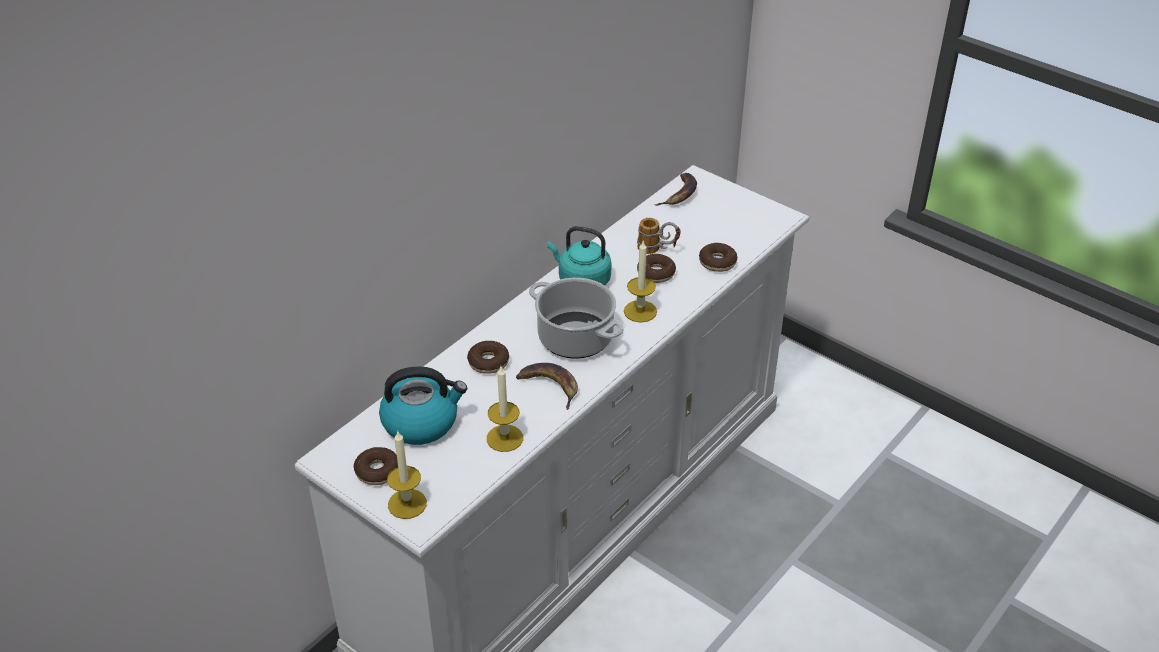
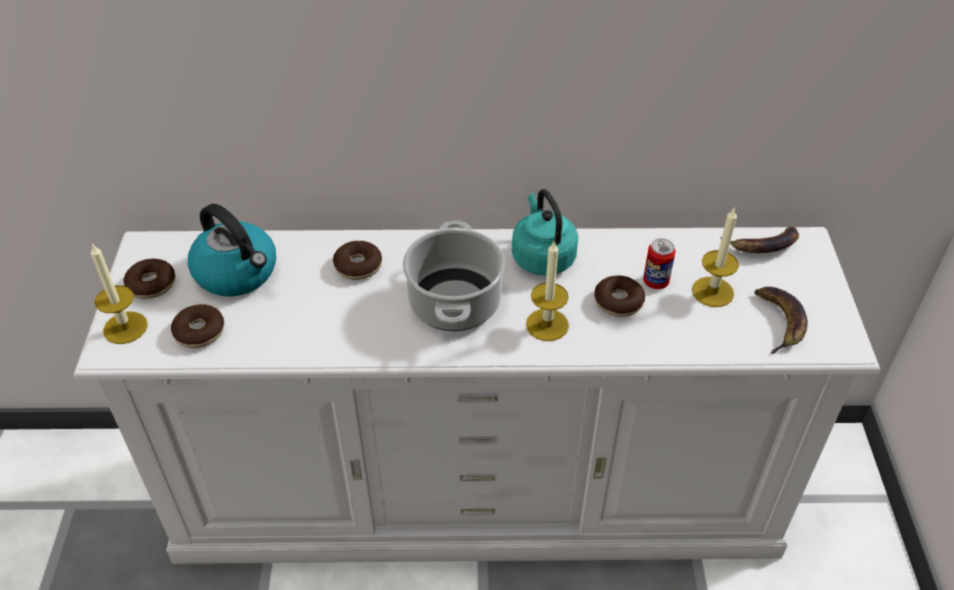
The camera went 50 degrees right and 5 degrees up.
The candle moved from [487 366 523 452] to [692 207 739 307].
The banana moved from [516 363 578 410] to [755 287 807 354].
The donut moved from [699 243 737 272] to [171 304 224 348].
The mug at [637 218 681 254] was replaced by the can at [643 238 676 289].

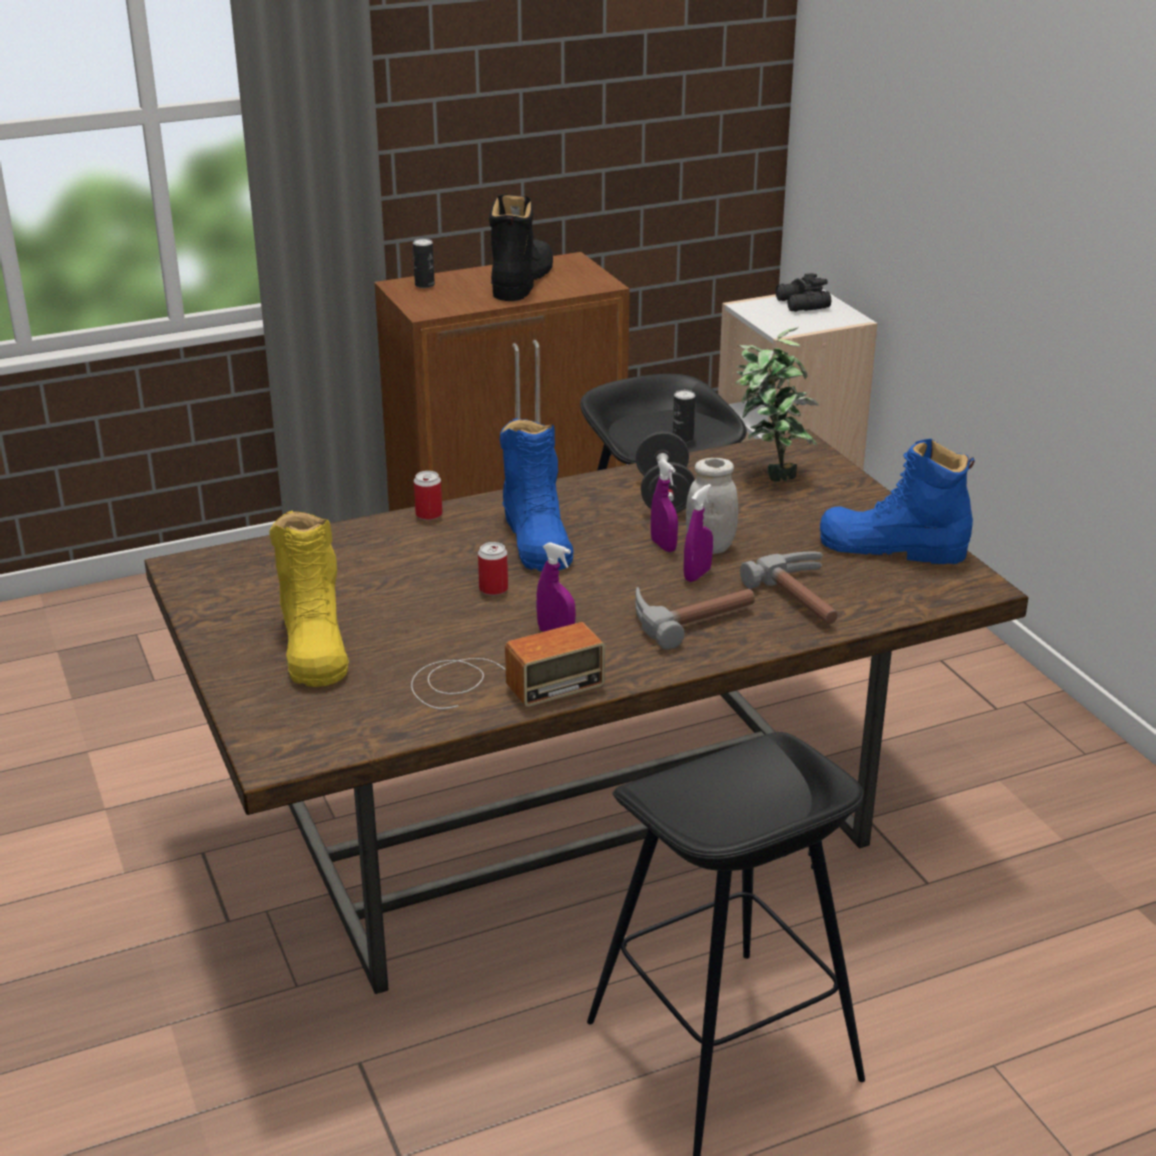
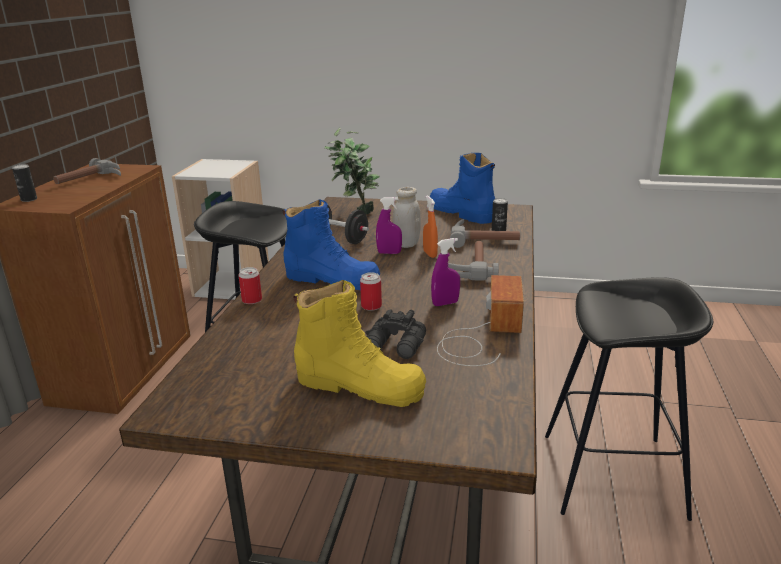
The camera went 55 degrees left and 5 degrees down.
The can moved from [673 390 696 442] to [492 198 508 231].
The black binoculars moved from [776 273 831 312] to [365 309 426 359].
The black boot at [489 194 553 301] was replaced by the hammer at [53 158 121 184].
The purple spray bottle at [684 484 713 582] became the orange spray bottle at [423 196 438 258].
The blue boot at [820 439 975 564] turned 90 degrees clockwise.

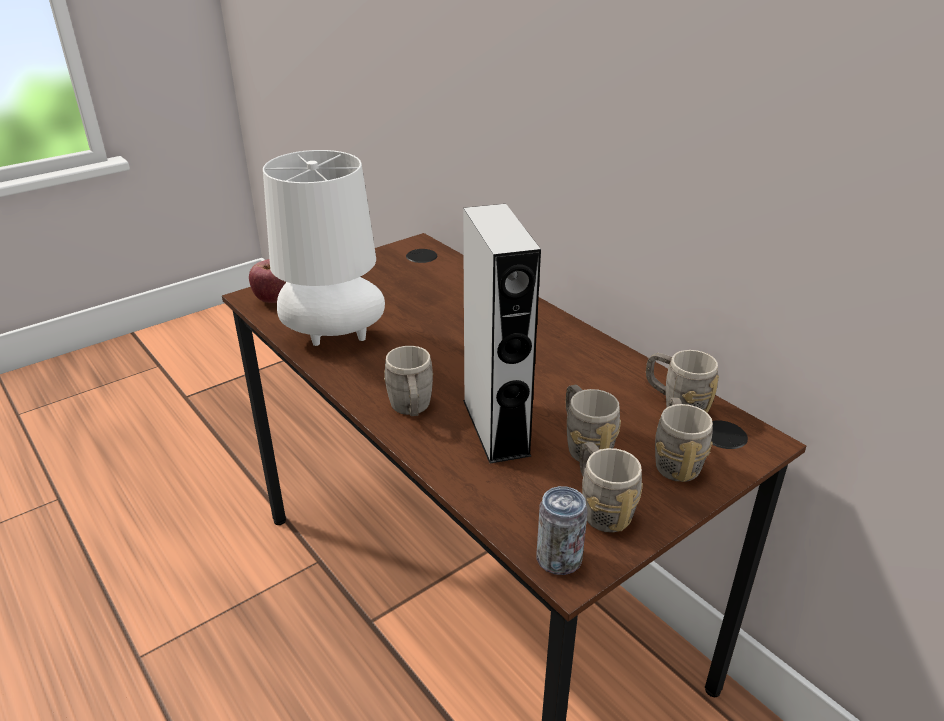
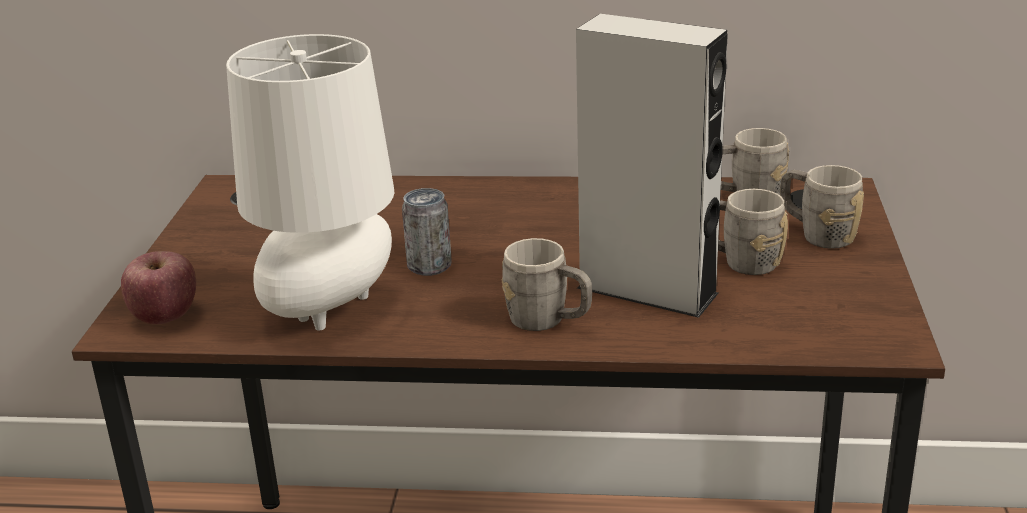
The camera went 45 degrees left and 5 degrees down.
The grey mug at [579 442 643 533] disappeared.
The can moved from [537 486 587 575] to [402 188 452 276].

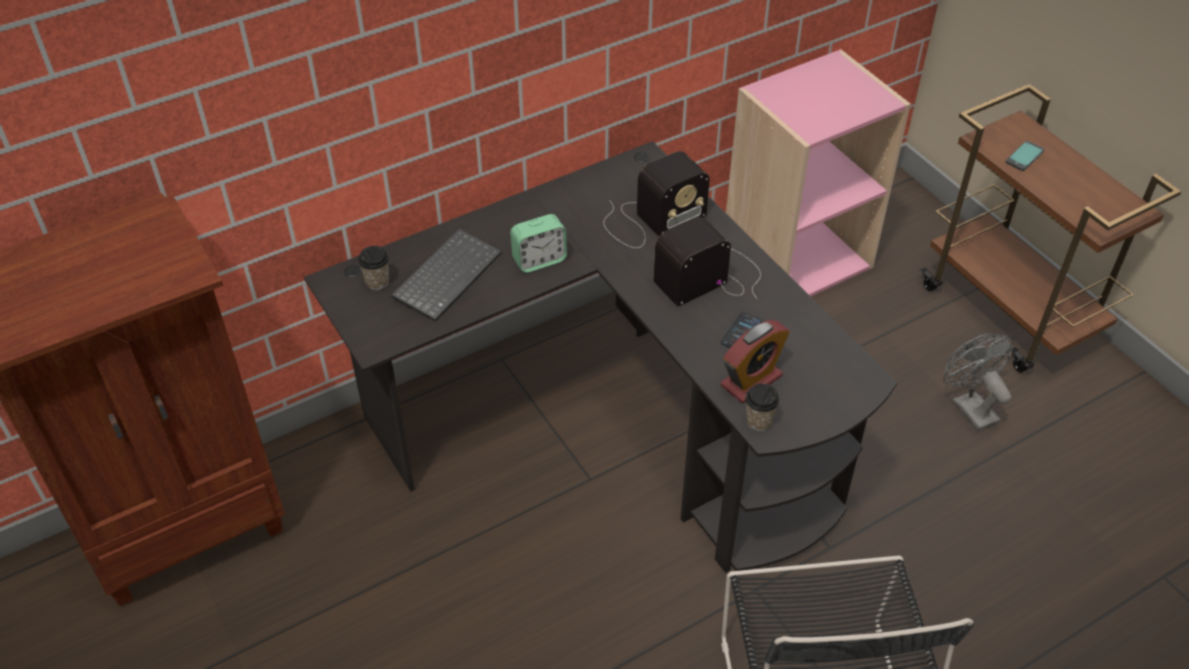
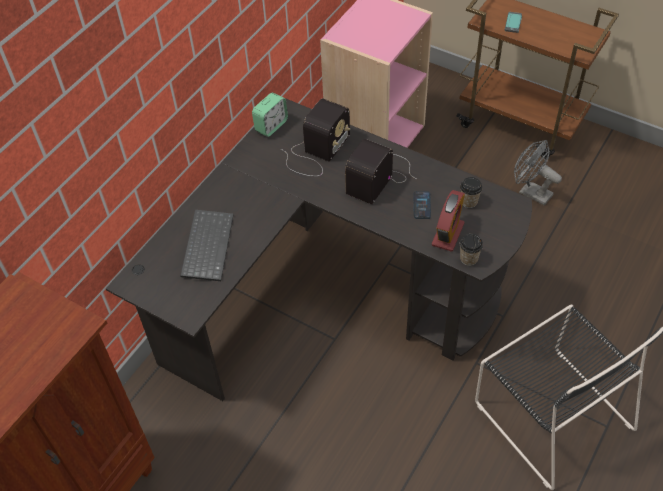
The camera went 25 degrees left and 5 degrees up.
The cup moved from [358 246 389 290] to [460 177 482 208].
The alarm clock moved from [510 214 567 273] to [252 93 288 137].

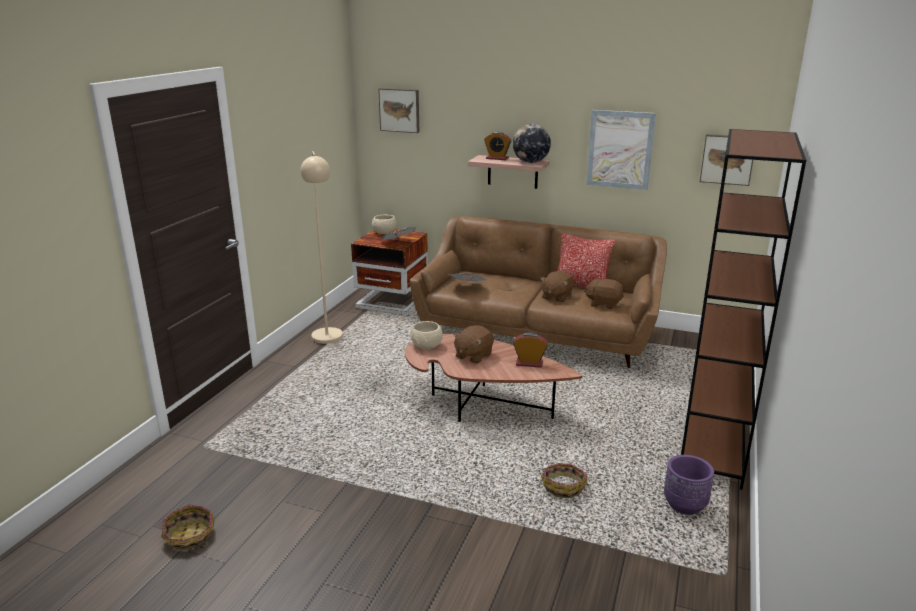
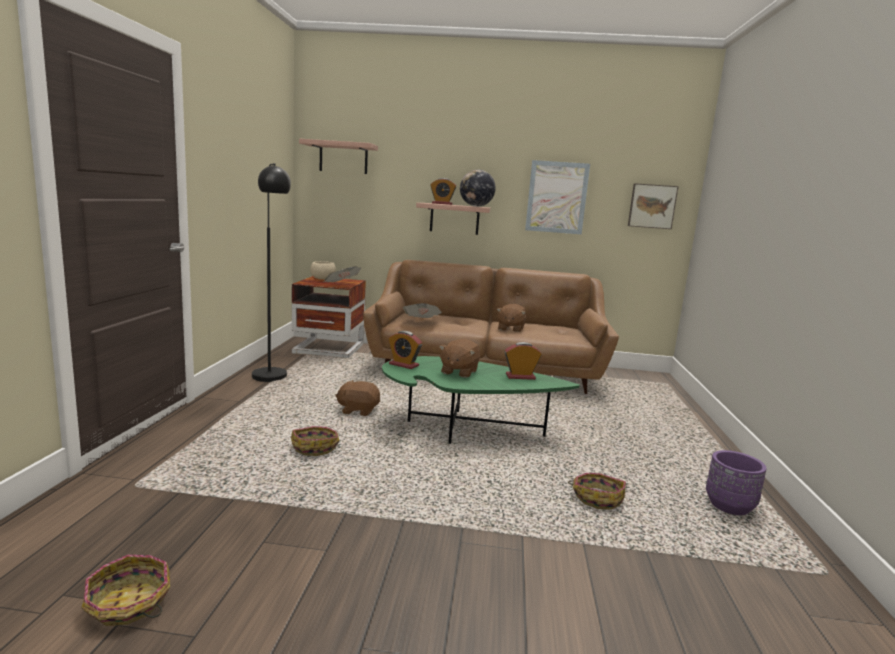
The camera went 15 degrees left and 10 degrees down.
The pillow at [558 233 616 288] disappeared.
The brown bookcase at [681 129 806 490] disappeared.
The basket at [291 426 339 456] appeared.
The brown plush toy moved from [584 277 624 309] to [335 380 380 416].
The picture at [378 88 419 133] was replaced by the shelf at [299 138 378 174].
The beige bowl at [410 321 443 349] was replaced by the alarm clock at [389 331 422 369].
The beige floor lamp at [301 151 343 344] became the black floor lamp at [252 163 291 382].
The brown coffee table at [405 334 583 422] became the green coffee table at [382 356 580 444].

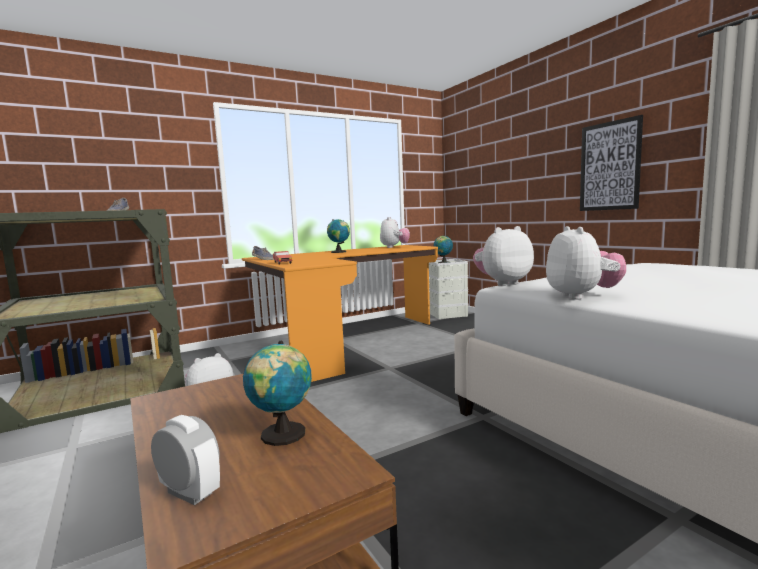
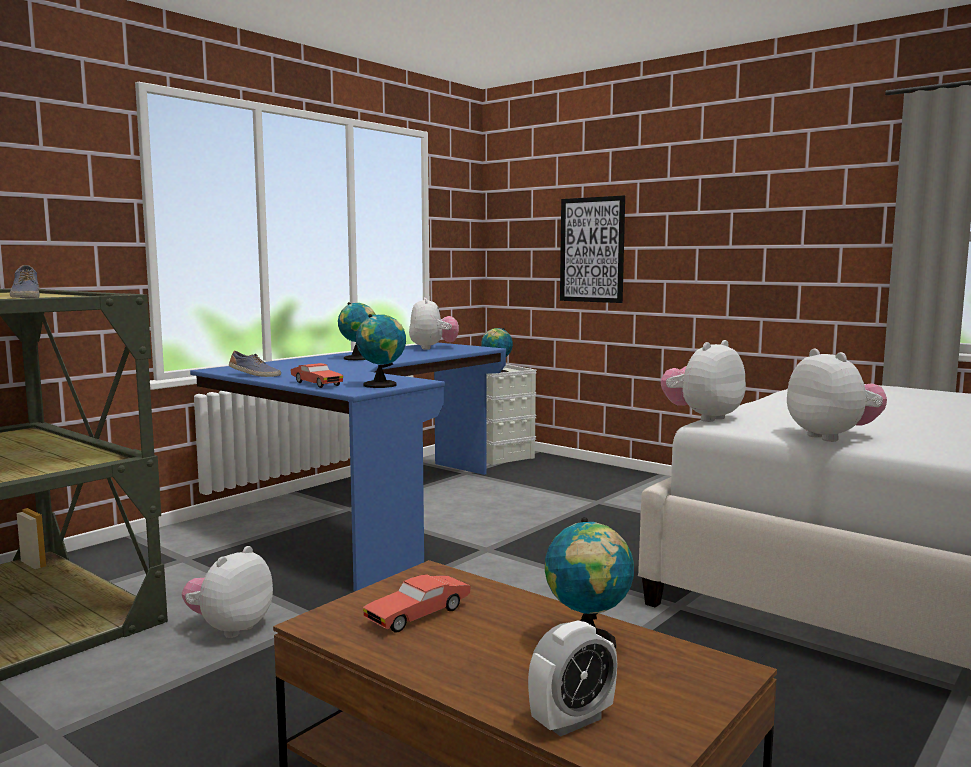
The camera went 20 degrees left and 0 degrees up.
The globe at [356 314 406 388] appeared.
The red toy car at [363 574 471 633] appeared.
The picture moved from [580 115 643 211] to [560 195 625 303].
The orange desk at [242 245 438 382] became the blue desk at [190 343 506 591].
The alarm clock at [151 415 220 505] turned 135 degrees clockwise.

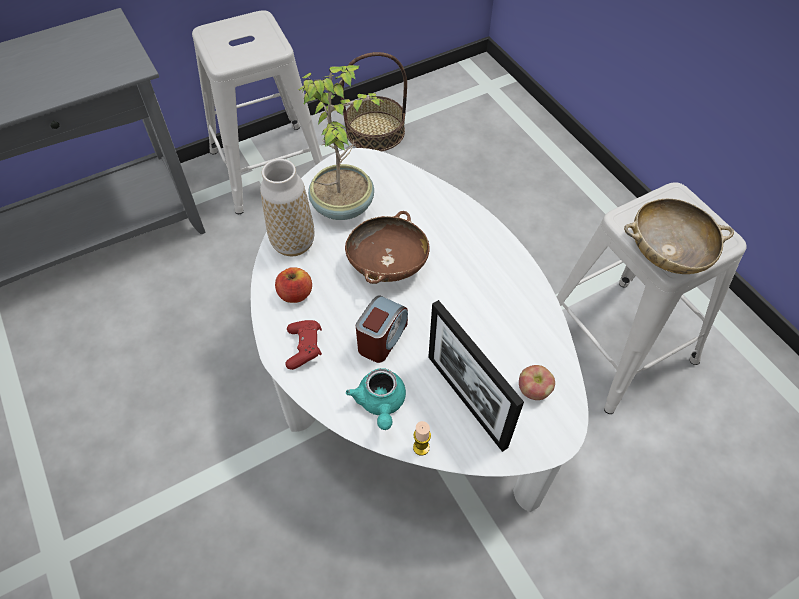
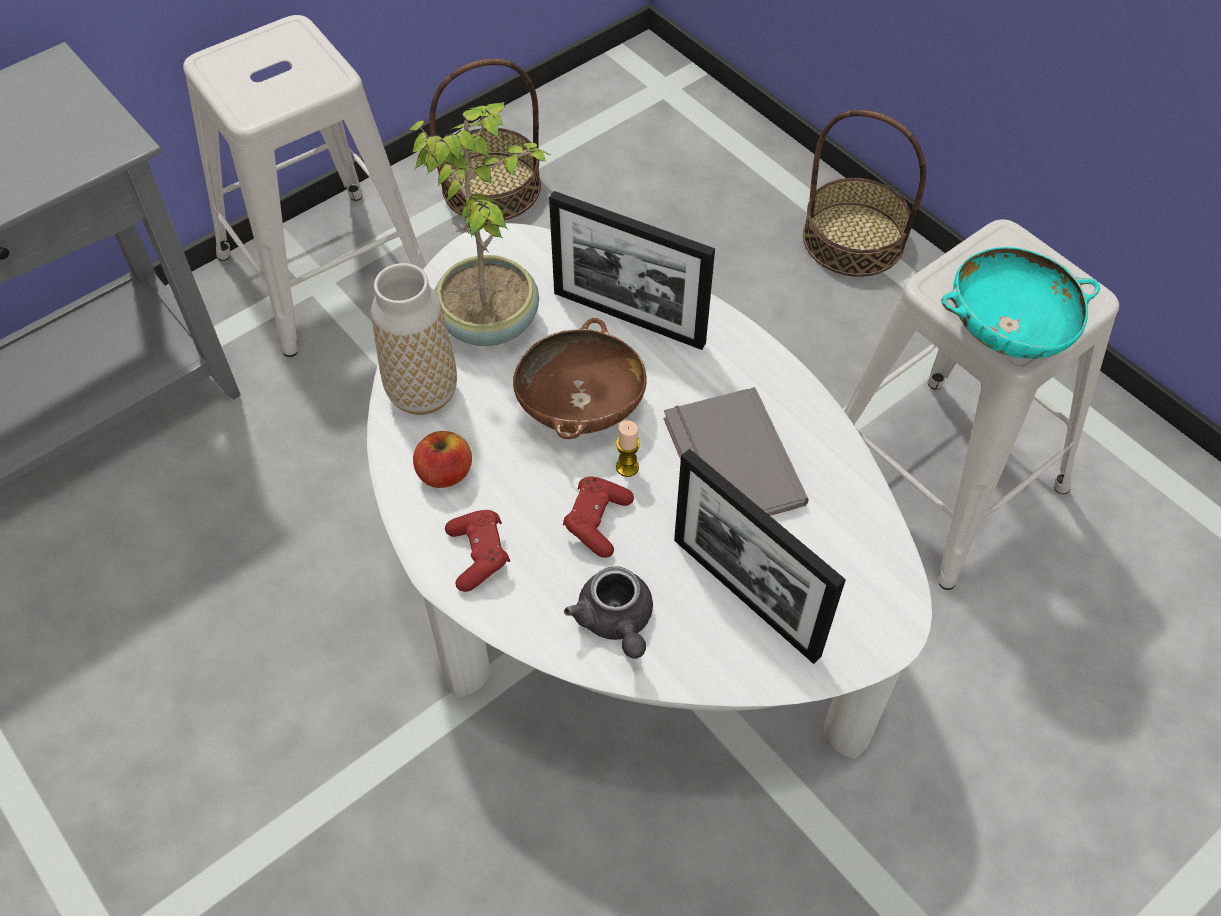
The camera went 10 degrees left and 0 degrees up.
The apple at [519 365 555 400] disappeared.
The picture frame at [549 191 715 350] appeared.
The grey book at [663 387 809 516] appeared.
The basket at [803 110 926 277] appeared.
The candle moved from [413 421 431 456] to [616 420 640 477].
The alarm clock at [356 296 408 363] was replaced by the red game controller at [563 476 634 558].
The turquoise teapot at [346 368 406 430] became the grey teapot at [564 566 653 659].
The beige bowl at [624 199 734 274] became the turquoise bowl at [941 247 1100 359].

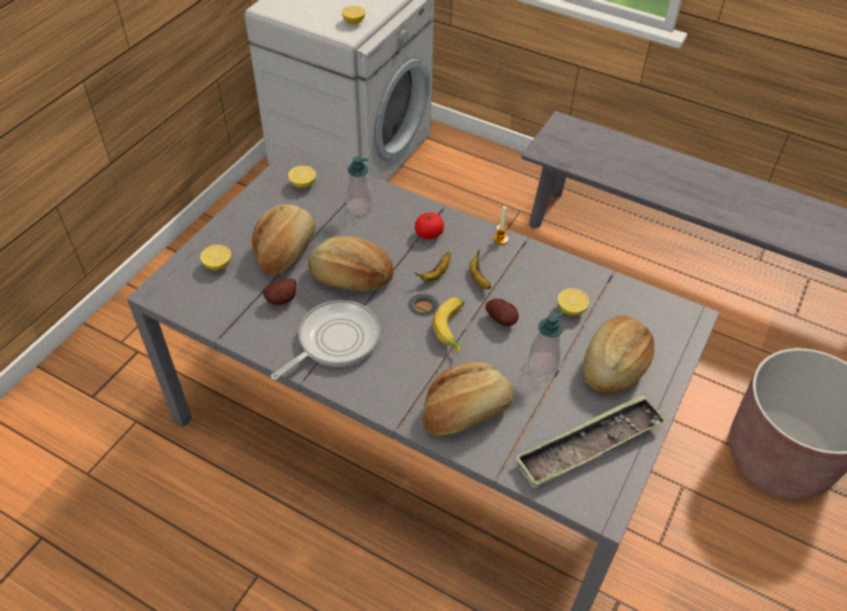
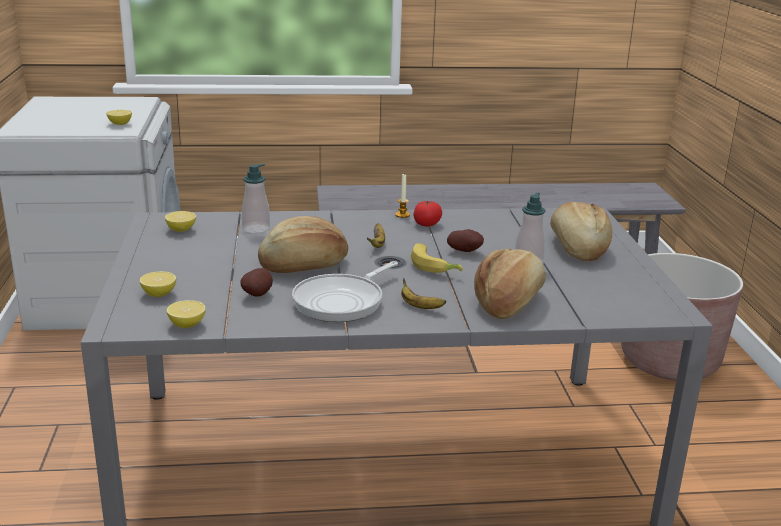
The camera went 35 degrees left and 25 degrees down.
The bread at [252 204 316 276] disappeared.
The tray at [515 394 667 486] disappeared.
The tomato moved from [415 212 444 239] to [414 201 442 226].
The banana moved from [469 250 491 289] to [401 278 446 309].
The lemon moved from [558 288 589 316] to [167 300 206 328].
The frying pan at [271 300 380 380] turned 150 degrees counterclockwise.

